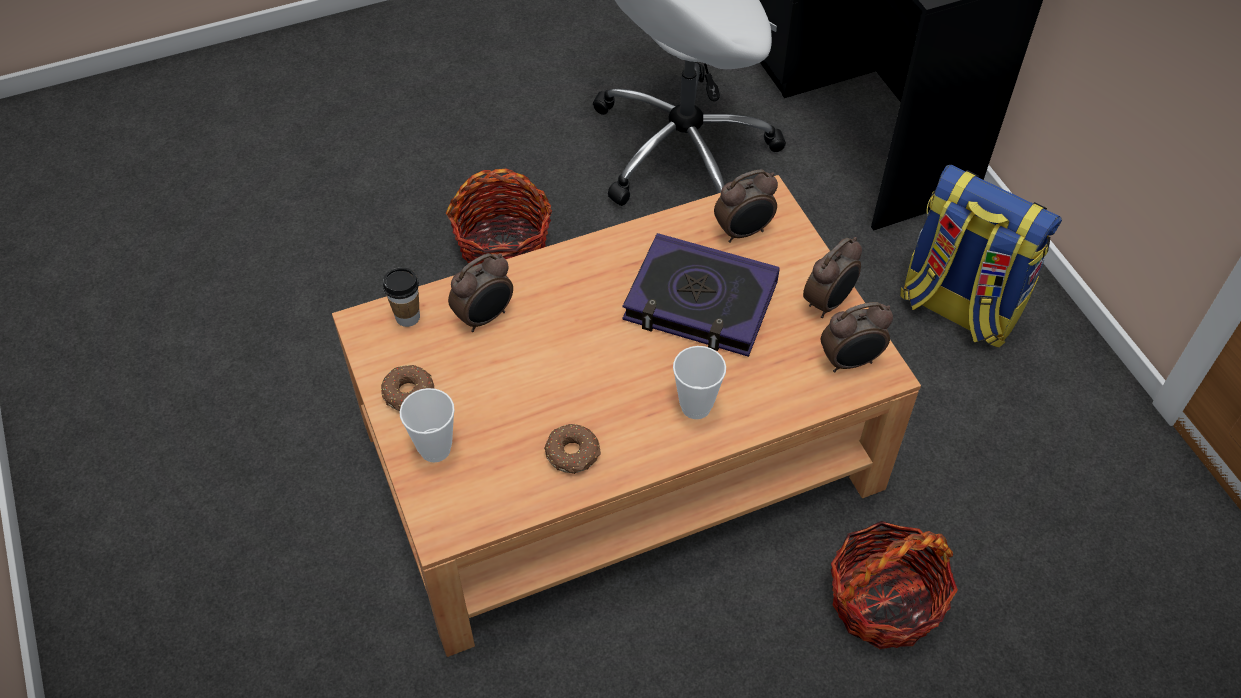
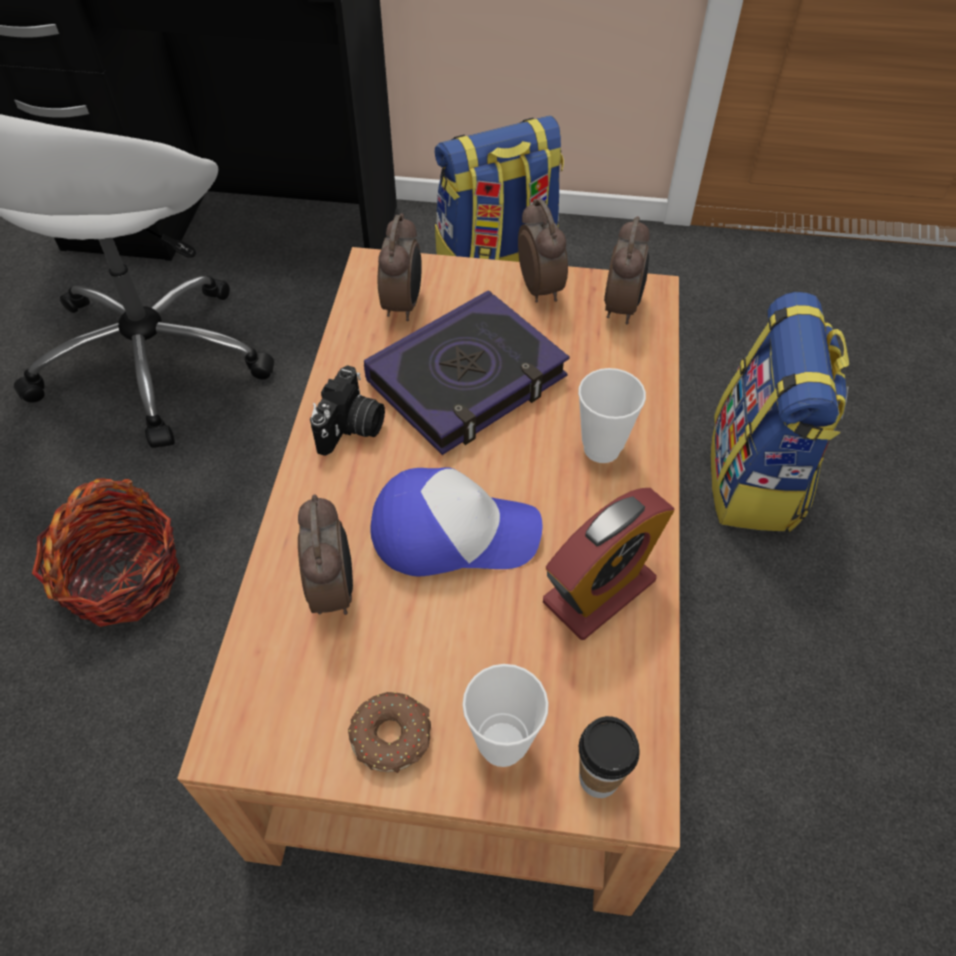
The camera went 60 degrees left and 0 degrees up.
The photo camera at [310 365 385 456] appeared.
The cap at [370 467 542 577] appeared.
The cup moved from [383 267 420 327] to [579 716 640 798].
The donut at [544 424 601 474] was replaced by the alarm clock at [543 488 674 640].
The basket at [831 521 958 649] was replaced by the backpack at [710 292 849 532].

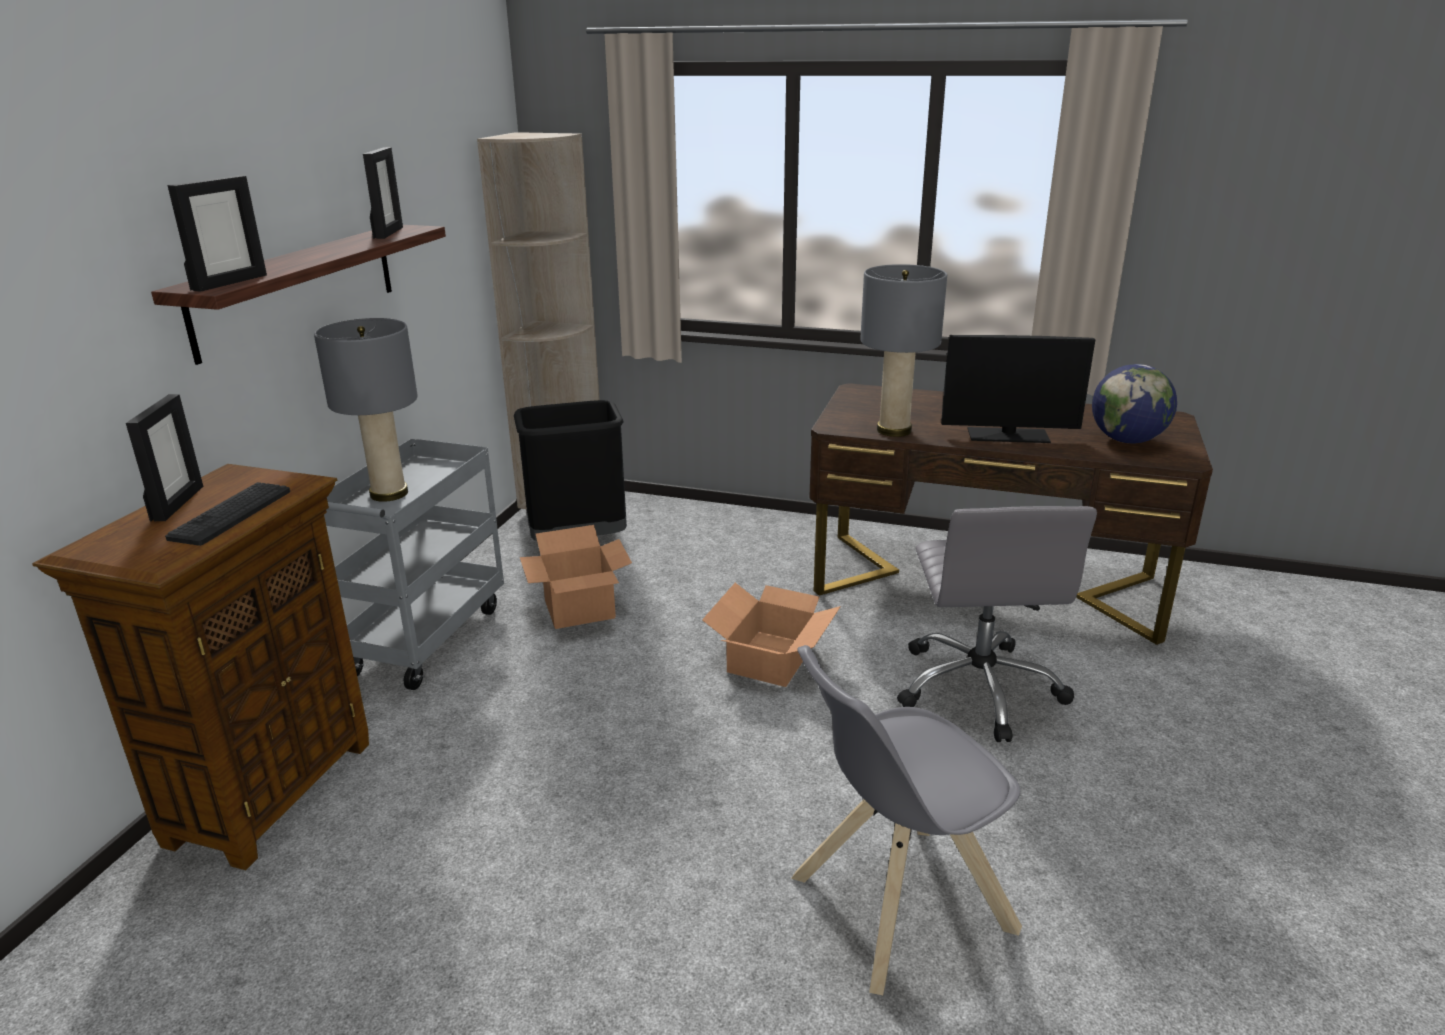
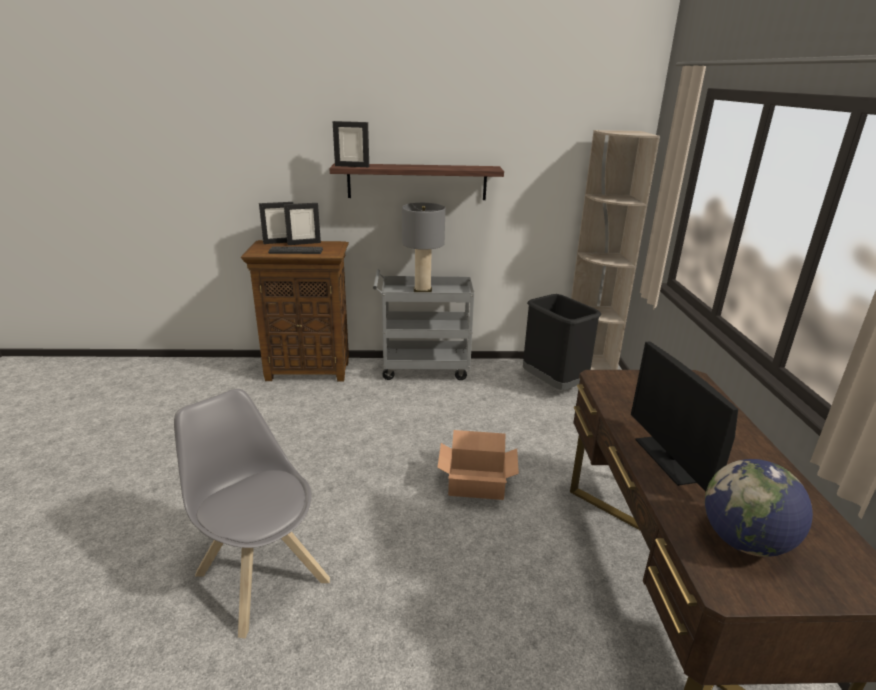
The camera went 70 degrees right and 0 degrees up.
The cardboard box at [520 525 632 629] disappeared.
The grey table lamp at [860 264 947 437] disappeared.
The grey office chair at [897 506 1097 742] disappeared.
The picture frame moved from [363 147 403 239] to [259 202 293 244].

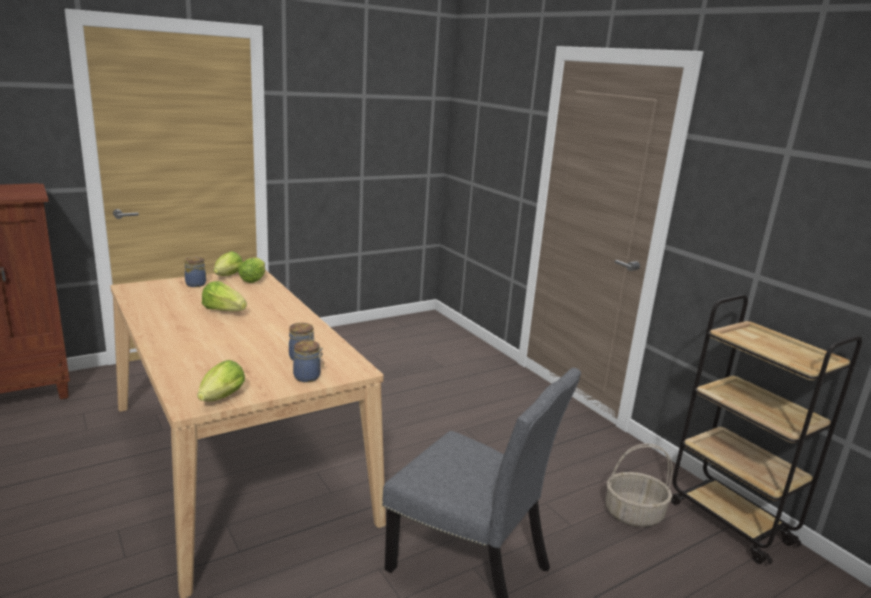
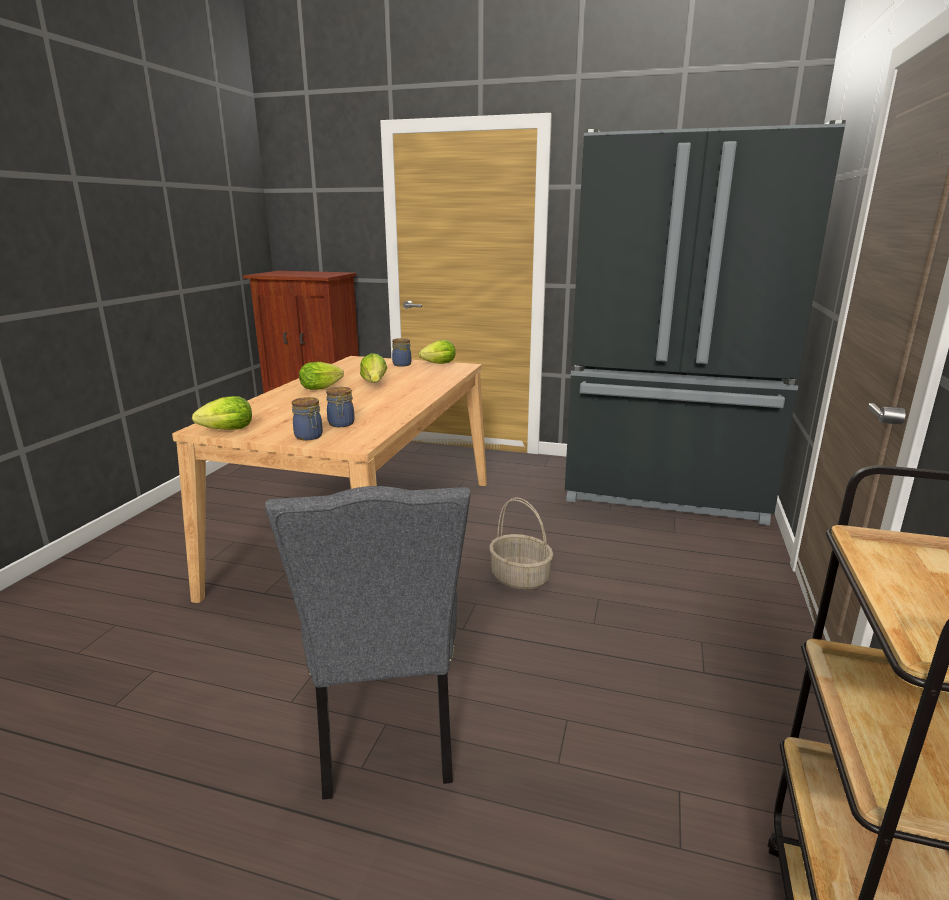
The camera went 50 degrees right and 0 degrees up.
The black fridge at [565 120 846 525] appeared.
The lettuce moved from [238 258 265 283] to [299 362 344 390].
The basket moved from [605 443 673 527] to [489 497 553 590].

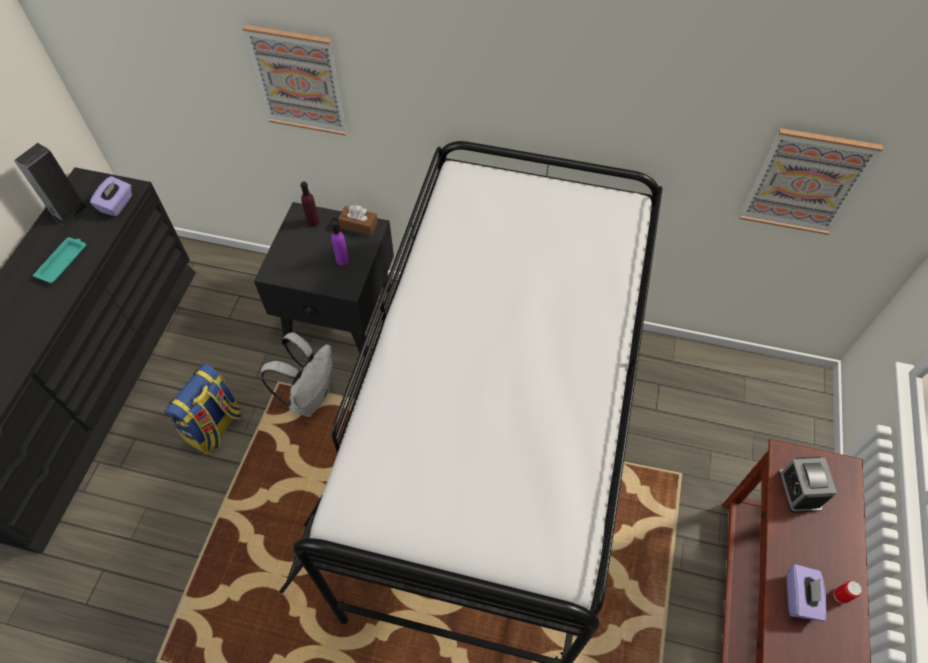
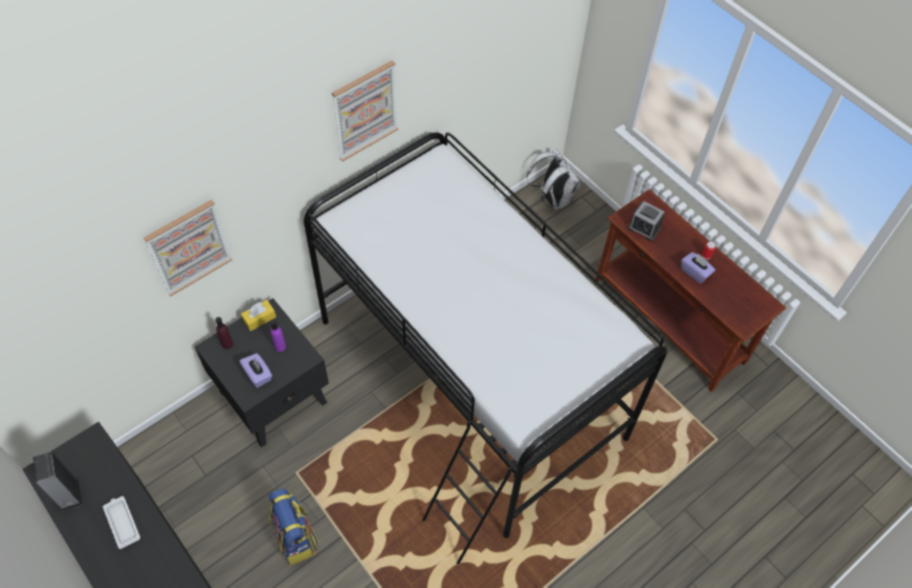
The camera went 55 degrees left and 0 degrees up.
The purple tissue box moved from [90 176 132 216] to [239 353 272 388].
The white backpack moved from [261 332 332 416] to [527 148 580 210].
The picture moved from [740 128 883 235] to [332 60 398 161].
The turquoise tray at [33 237 86 283] became the white tray at [103 496 140 549].
The brown tissue box at [338 205 378 236] became the yellow tissue box at [241 300 276 331].

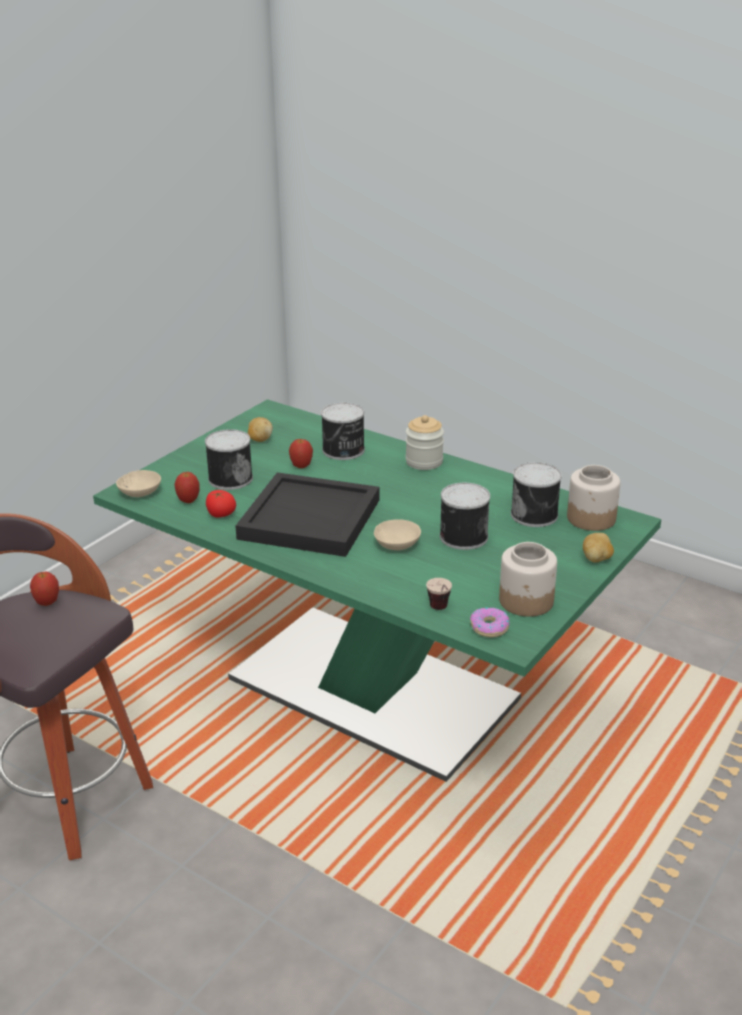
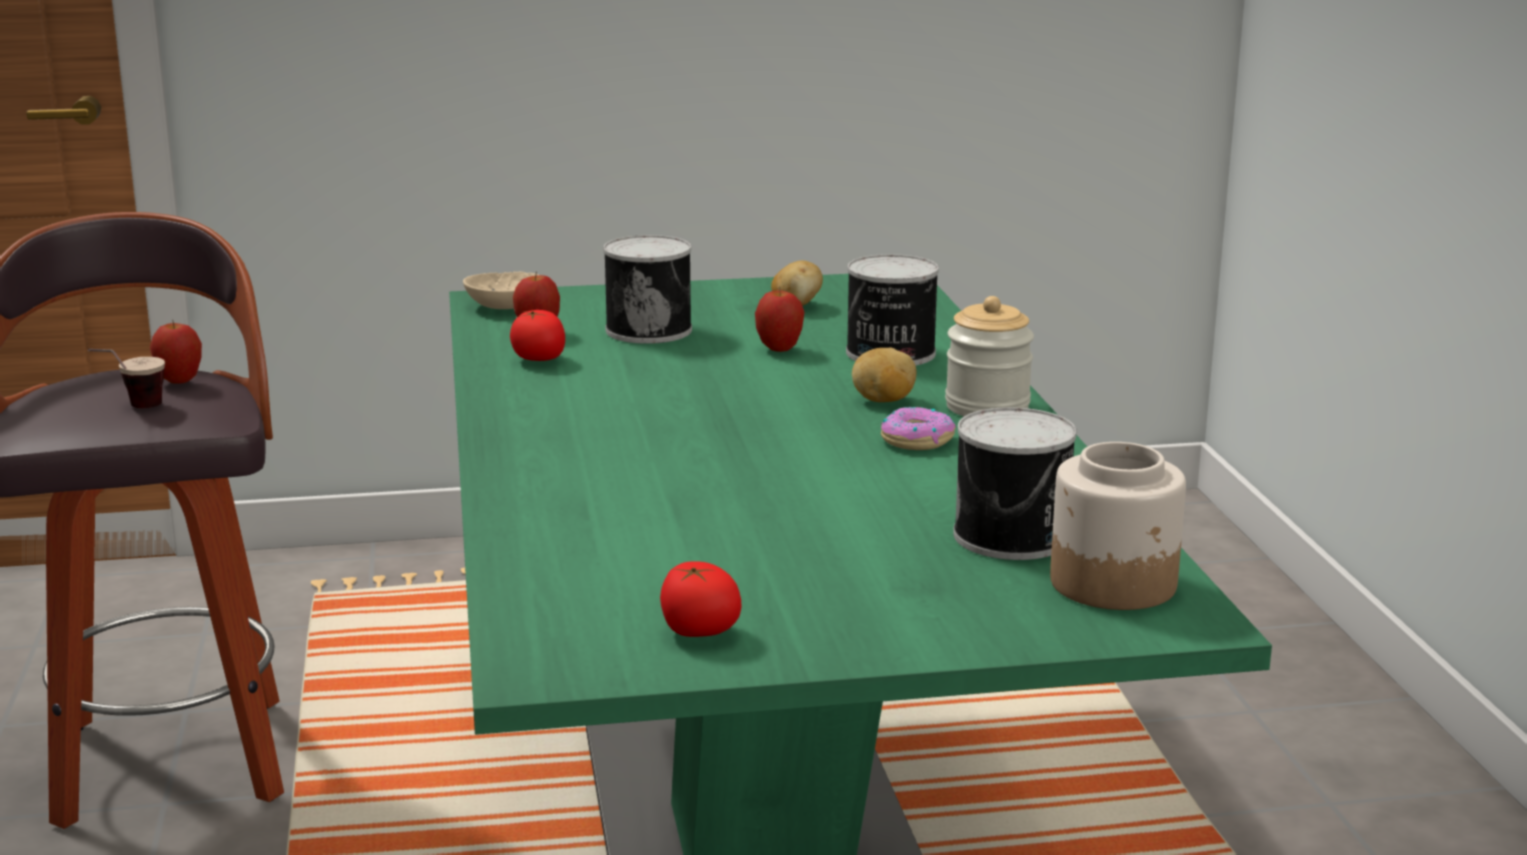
The camera went 45 degrees right and 10 degrees down.
The black tray at [235 472 379 557] disappeared.
The beige bowl at [374 519 421 550] disappeared.
The can at [440 483 490 550] disappeared.
The cup moved from [426 578 452 610] to [88 349 165 408].
The donut moved from [470 607 509 637] to [881 407 956 450].
The potato moved from [583 533 614 562] to [852 348 916 402].
The jar at [499 542 557 617] was replaced by the tomato at [660 561 742 637].

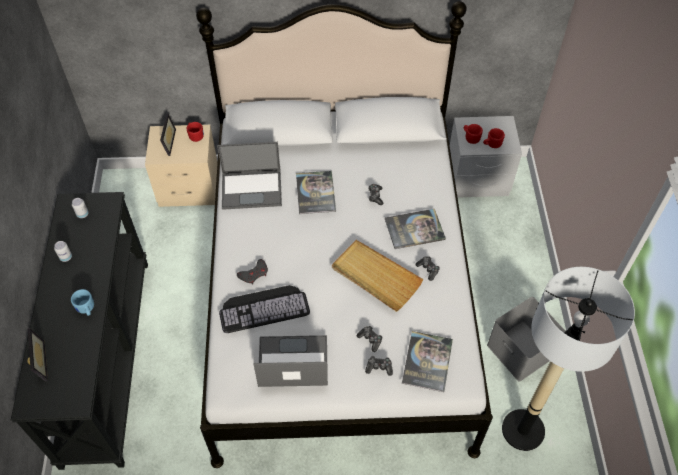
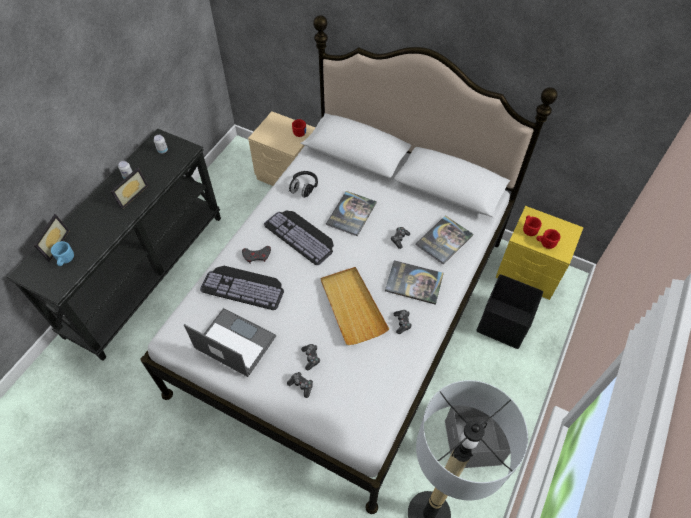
The camera went 30 degrees right and 0 degrees up.
The keyboard at [264 211 334 265] appeared.
The black storage box at [476 274 543 349] appeared.
The blue mug moved from [71 289 94 316] to [51 241 74 266].
The picture frame moved from [160 114 176 156] to [110 168 149 209].
The book moved from [402 331 453 392] to [415 216 473 265].
The laptop at [217 142 282 210] was replaced by the black headphones at [289 171 318 198].
The grey nightstand at [449 116 522 198] became the yellow nightstand at [495 206 584 300].

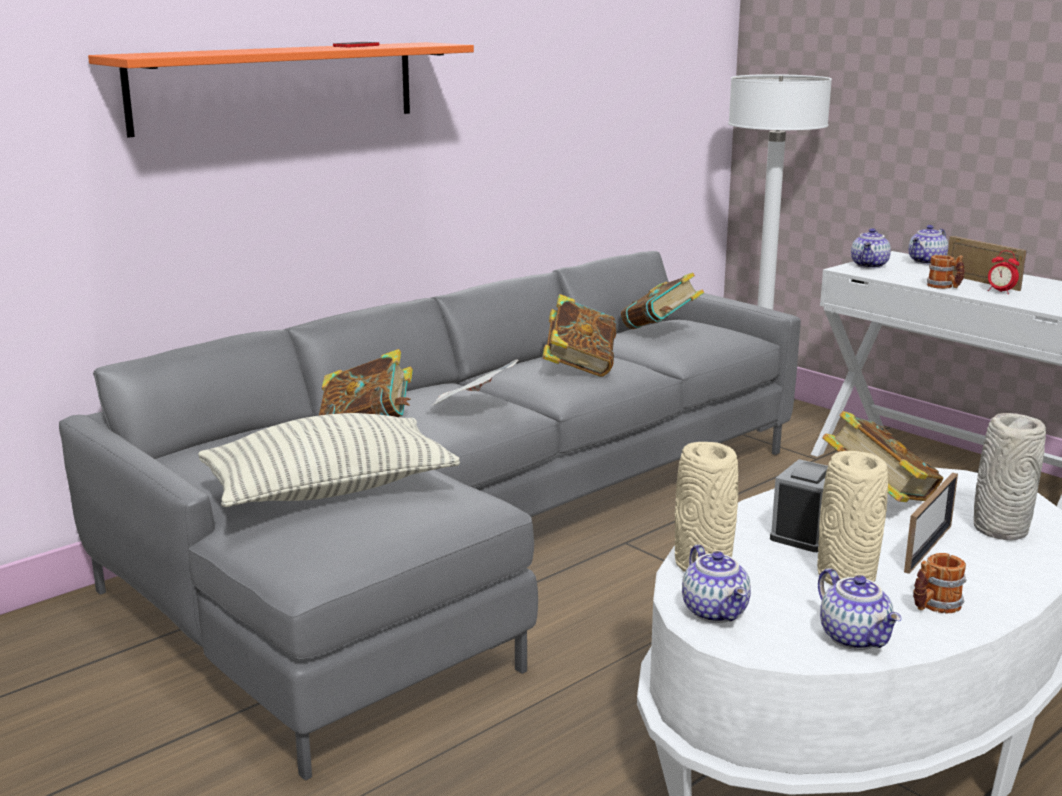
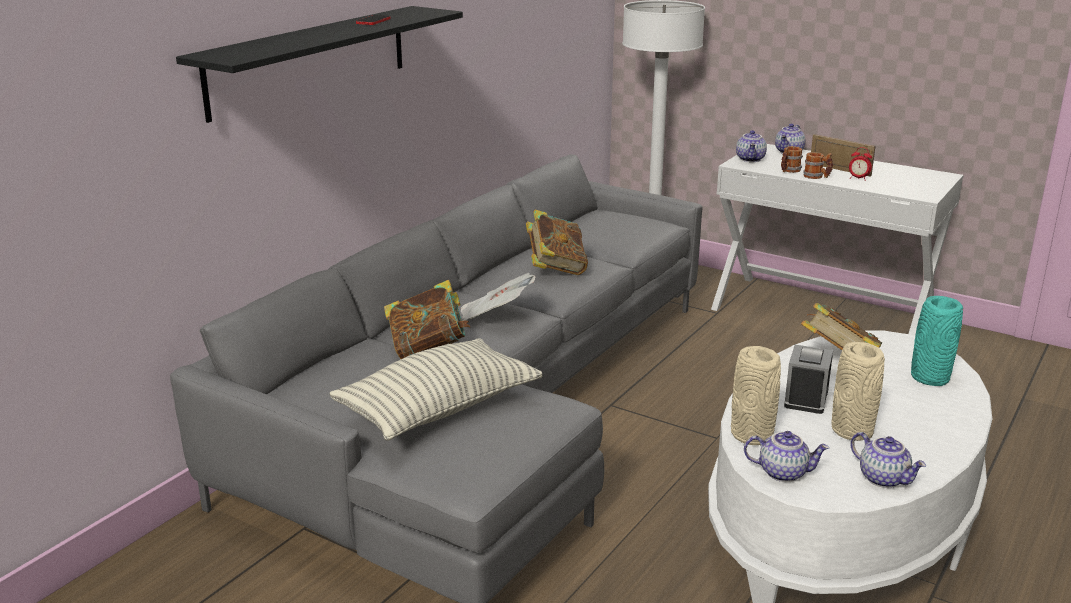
The camera went 15 degrees left and 5 degrees up.
The book at [621 272 704 329] disappeared.
The picture frame at [904 473 958 574] disappeared.
The mug moved from [913 553 967 613] to [781 146 803 173].
The orange shelf at [88 42 474 137] became the black shelf at [176 6 463 123].
The grey vase at [974 413 1046 540] became the turquoise vase at [911 296 963 386].
The teapot at [682 545 751 623] turned 45 degrees counterclockwise.

